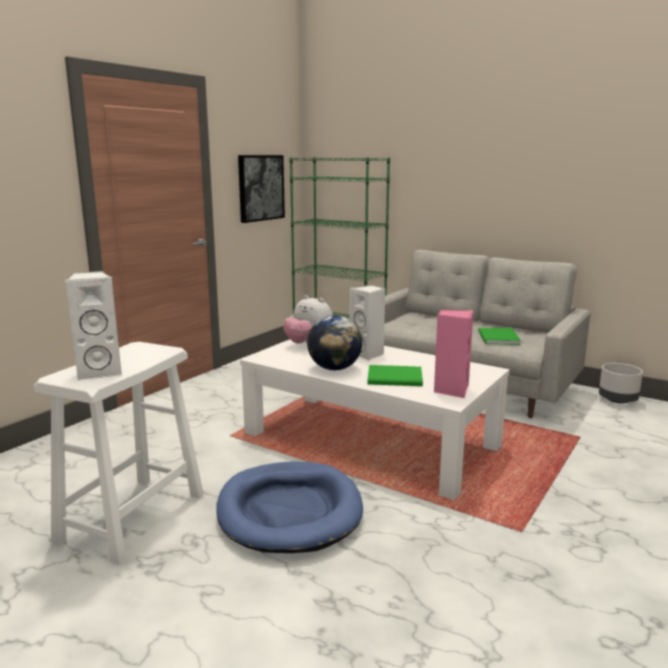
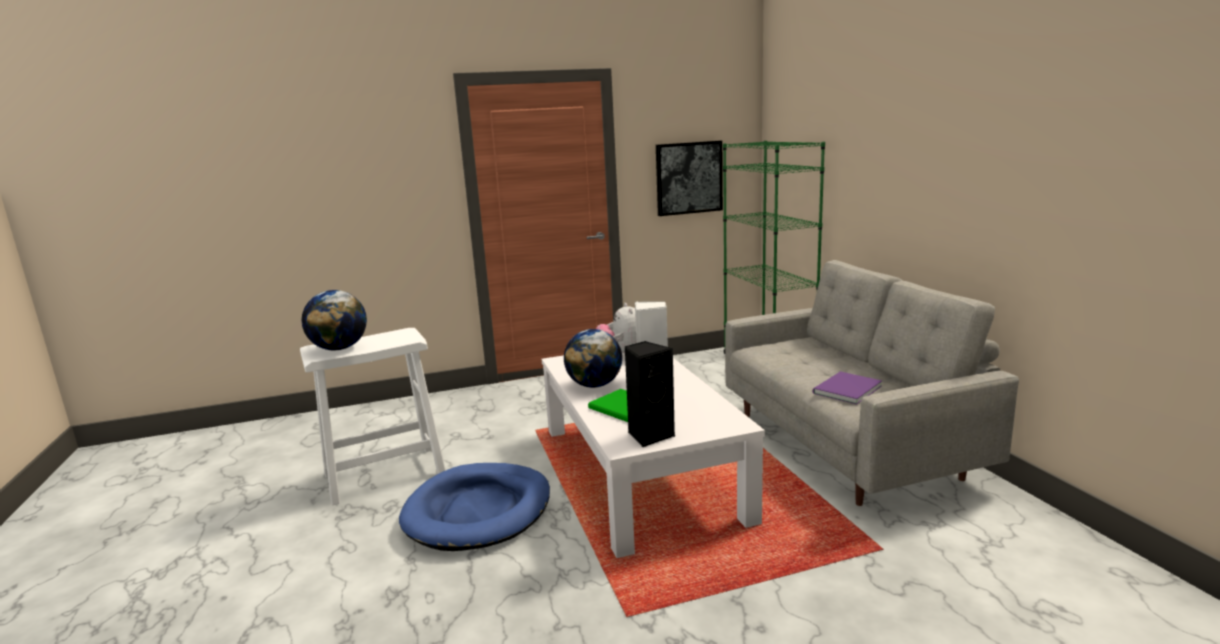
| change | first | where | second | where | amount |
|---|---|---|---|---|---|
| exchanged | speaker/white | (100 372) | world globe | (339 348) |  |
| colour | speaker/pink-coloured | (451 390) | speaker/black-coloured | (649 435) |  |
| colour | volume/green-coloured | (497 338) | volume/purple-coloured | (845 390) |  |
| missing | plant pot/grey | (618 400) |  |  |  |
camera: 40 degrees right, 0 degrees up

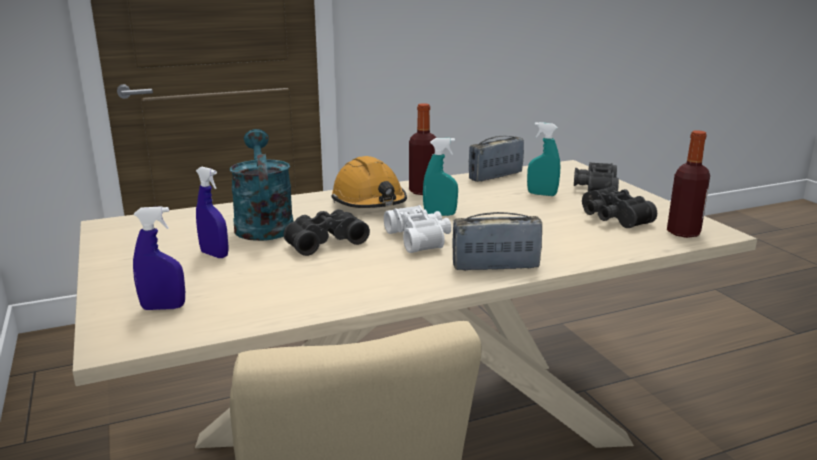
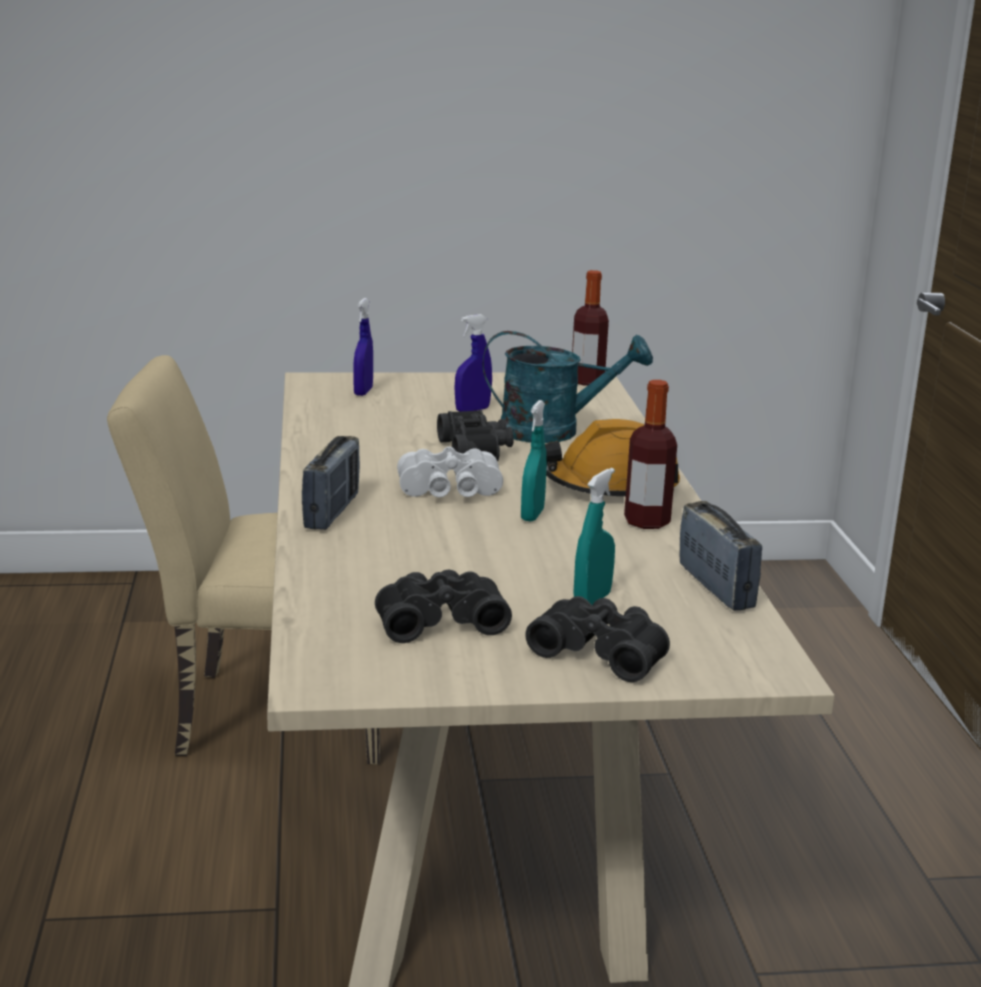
| change | first | where | second | where | amount |
|---|---|---|---|---|---|
| relocated | beverage bottle | (683 232) |  | (587 381) |  |
camera: 105 degrees right, 0 degrees up

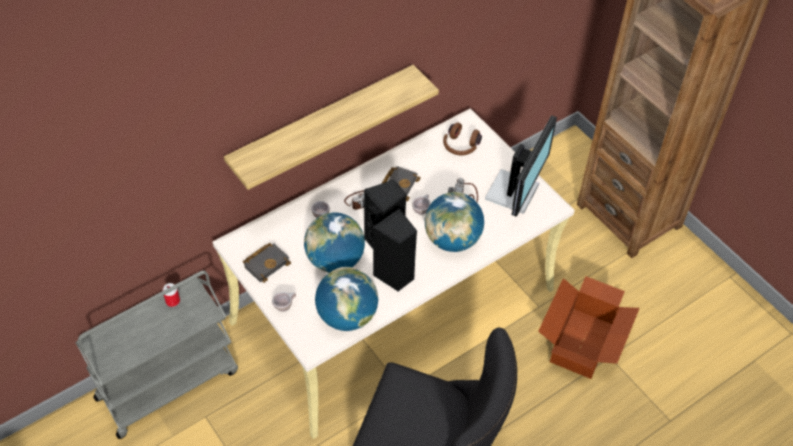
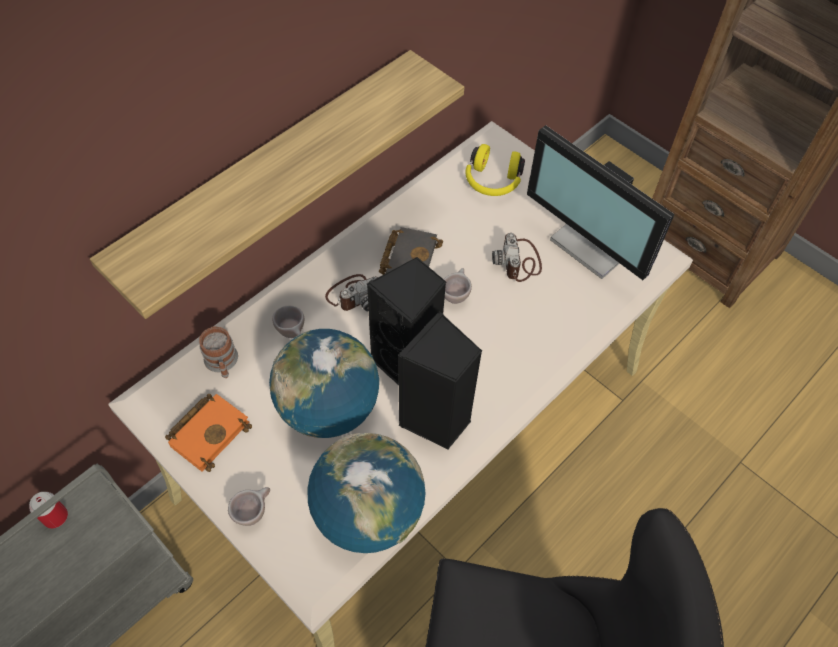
| change | first | where | second | where | amount |
|---|---|---|---|---|---|
| colour | volume/black-coloured | (267 263) | volume/orange-coloured | (209 431) |  |
| missing | world globe | (452 240) |  |  |  |
| colour | headphones/brownish | (460 146) | headphones/yellow-coloured | (492 181) |  |
| spun | computer screen | (514 192) |  | (595 243) | 120 degrees clockwise |
| missing | packing box | (583 343) |  |  |  |
| appeared |  |  | mug | (222 363) |  |
camera: 10 degrees left, 5 degrees up

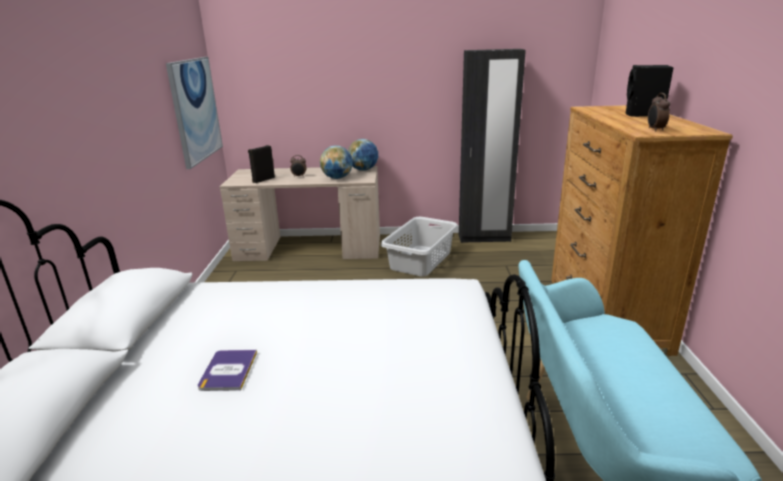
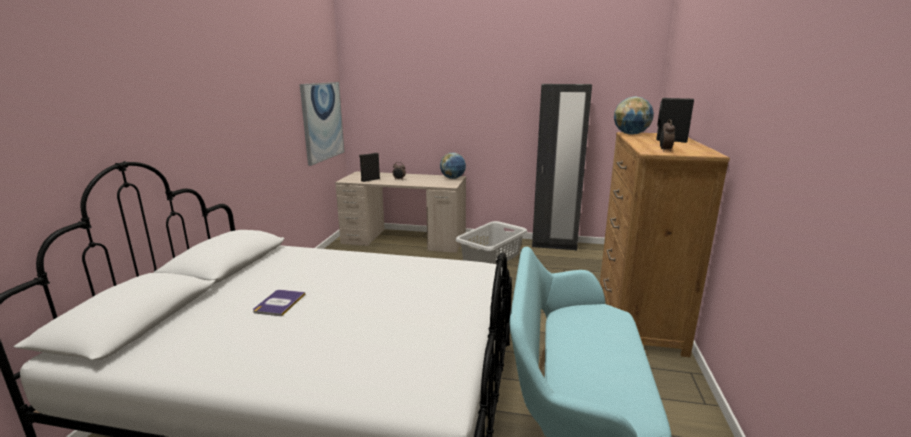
| change | first | where | second | where | amount |
|---|---|---|---|---|---|
| relocated | world globe | (337 178) |  | (631 134) |  |
camera: 10 degrees right, 5 degrees down

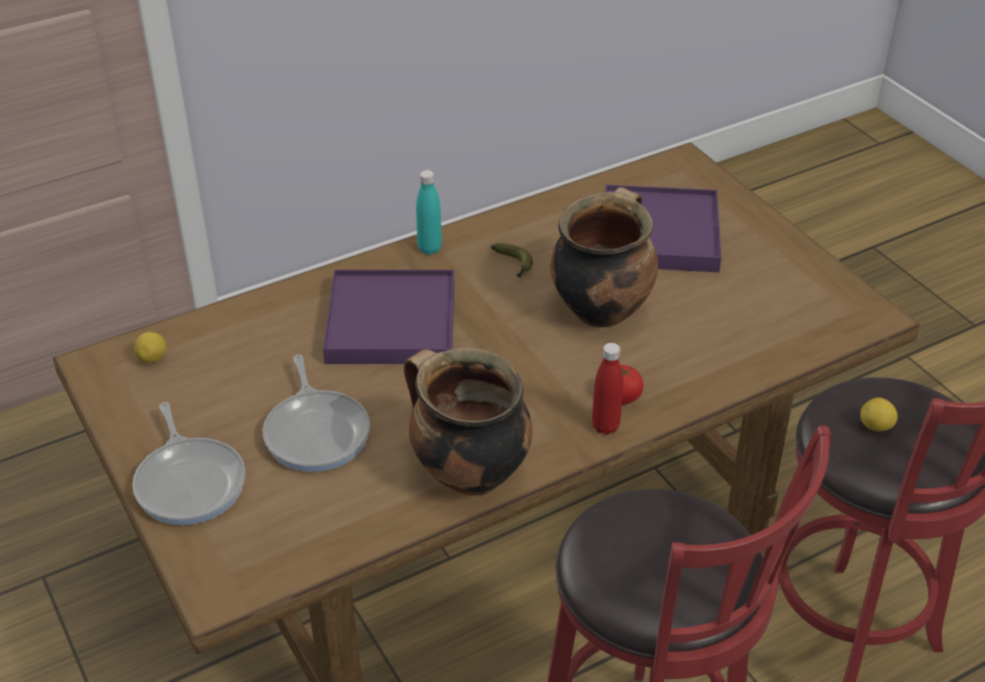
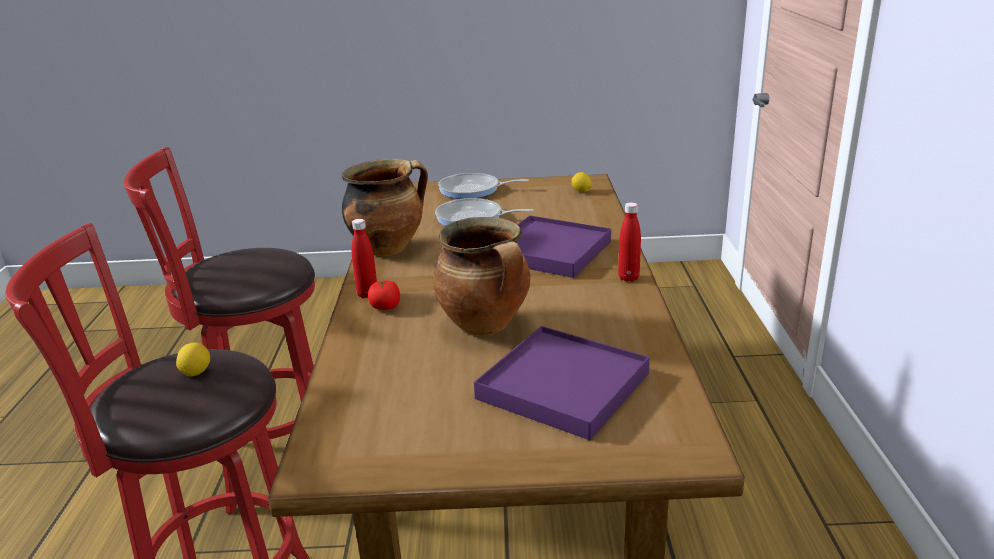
| change | first | where | second | where | amount |
|---|---|---|---|---|---|
| colour | beverage bottle/turquoise | (429 249) | beverage bottle/reddish | (628 278) |  |
| missing | whole banana | (514 265) |  |  |  |
camera: 120 degrees right, 15 degrees down

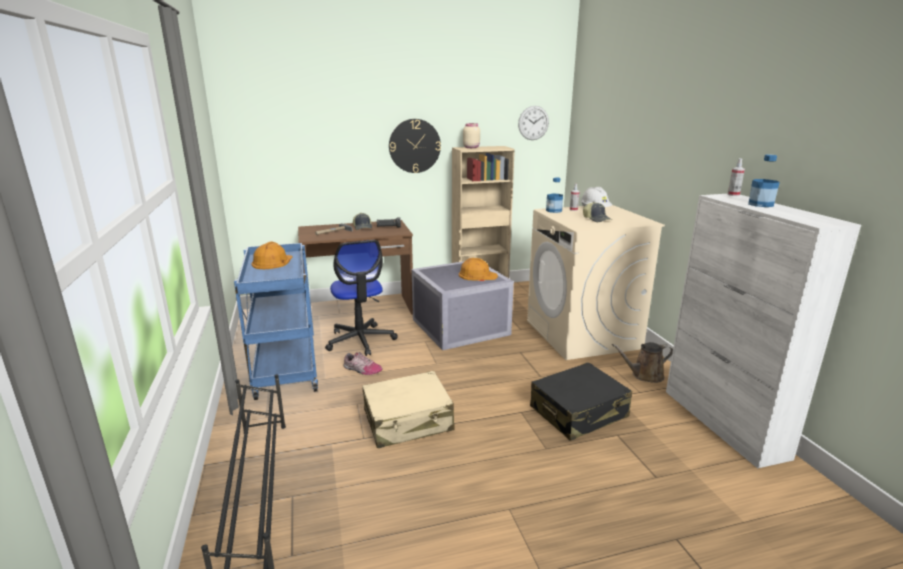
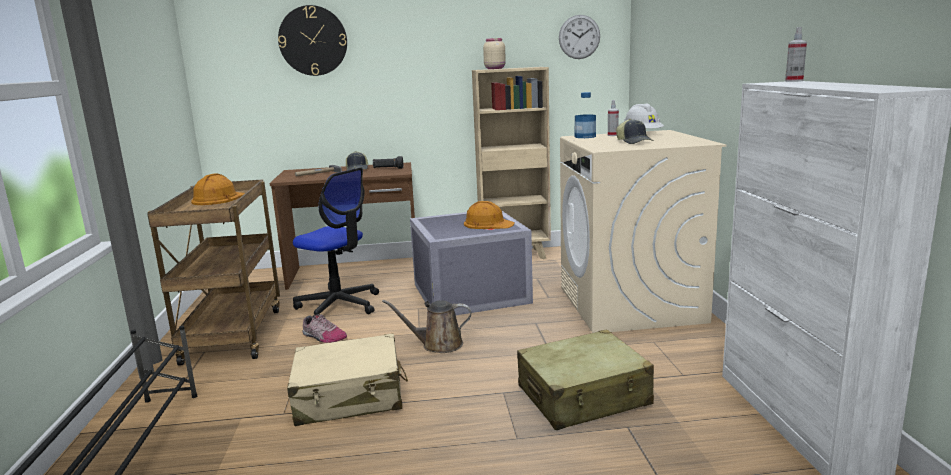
| change | first | where | second | where | amount |
|---|---|---|---|---|---|
| colour | trolley/bluish | (285 369) | trolley/brownish | (233 334) |  |
| spun | desk chair | (360 340) |  | (339 306) | 45 degrees counterclockwise |
| relocated | clock on the wall | (414 146) |  | (313 41) |  |
| colour | travel case/black-coloured | (579 412) | travel case/beige | (584 396) |  |
| relocated | watering can/brownish | (644 375) |  | (438 345) |  |
| missing | beverage bottle | (760 204) |  |  |  |
camera: 10 degrees right, 5 degrees down

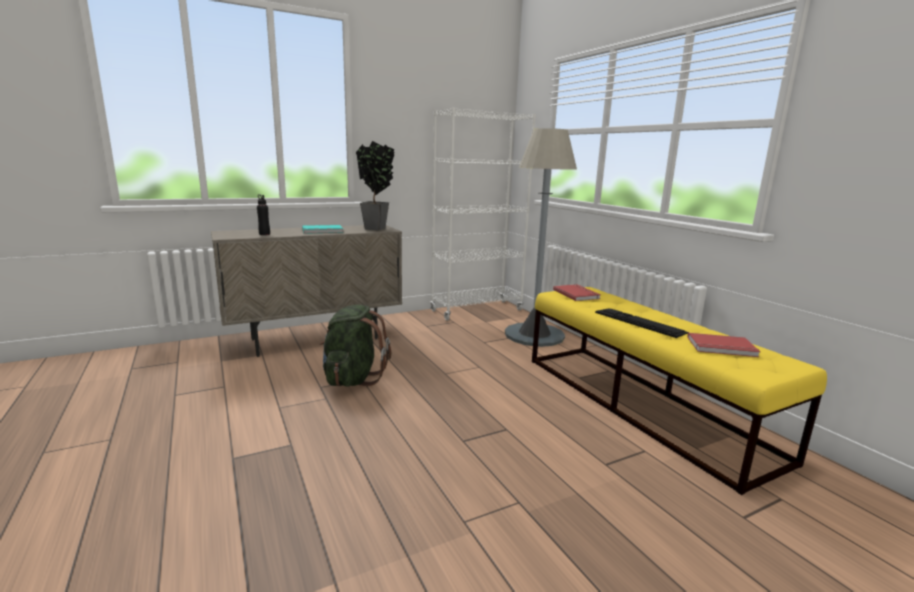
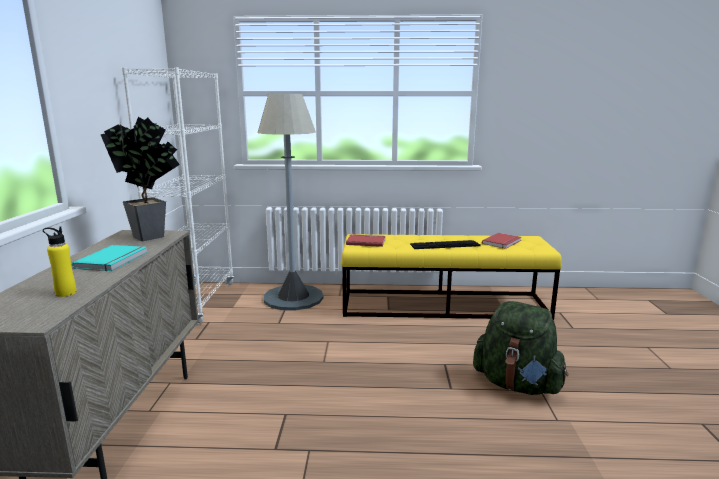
| change | first | where | second | where | amount |
|---|---|---|---|---|---|
| colour | beverage bottle/black-coloured | (264 234) | beverage bottle/yellow-coloured | (66 293) |  |
| relocated | knapsack/green-coloured | (352 378) |  | (517 384) |  |
camera: 60 degrees left, 0 degrees up

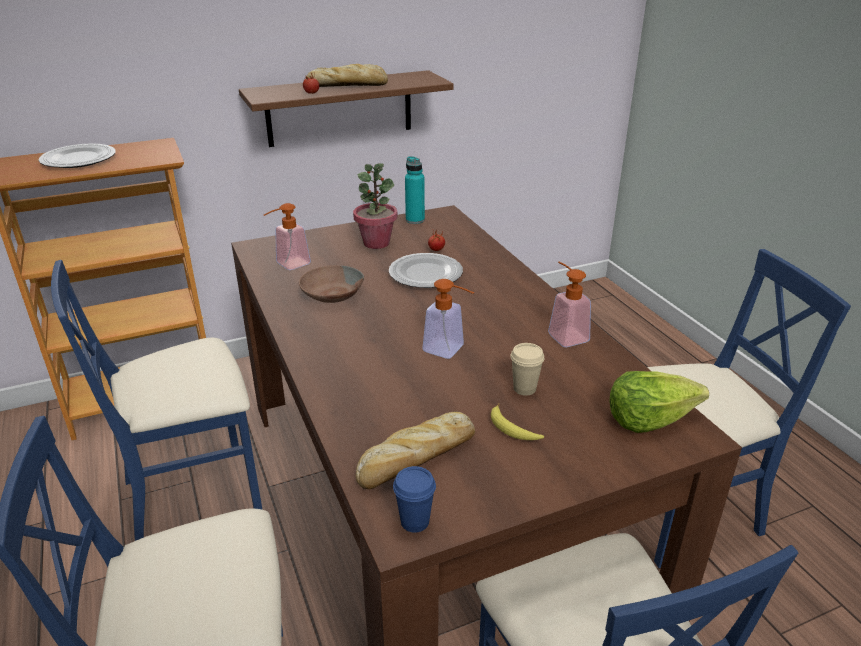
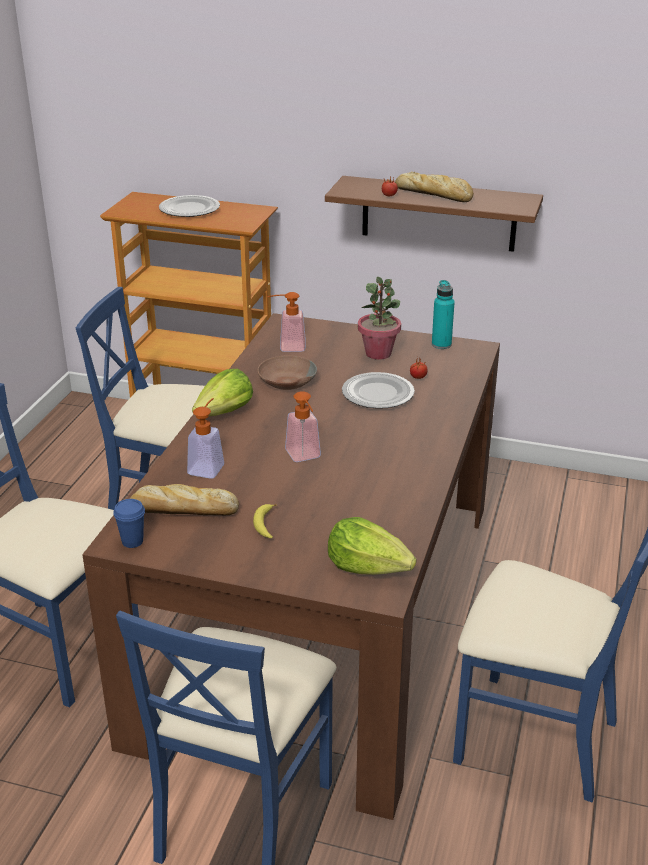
| change | first | where | second | where | amount |
|---|---|---|---|---|---|
| missing | drinking cup/beige | (524 388) |  |  |  |
| relocated | soap bottle | (564 334) |  | (208 466) |  |
| appeared |  |  | lettuce | (225 413) |  |
camera: 40 degrees right, 0 degrees up

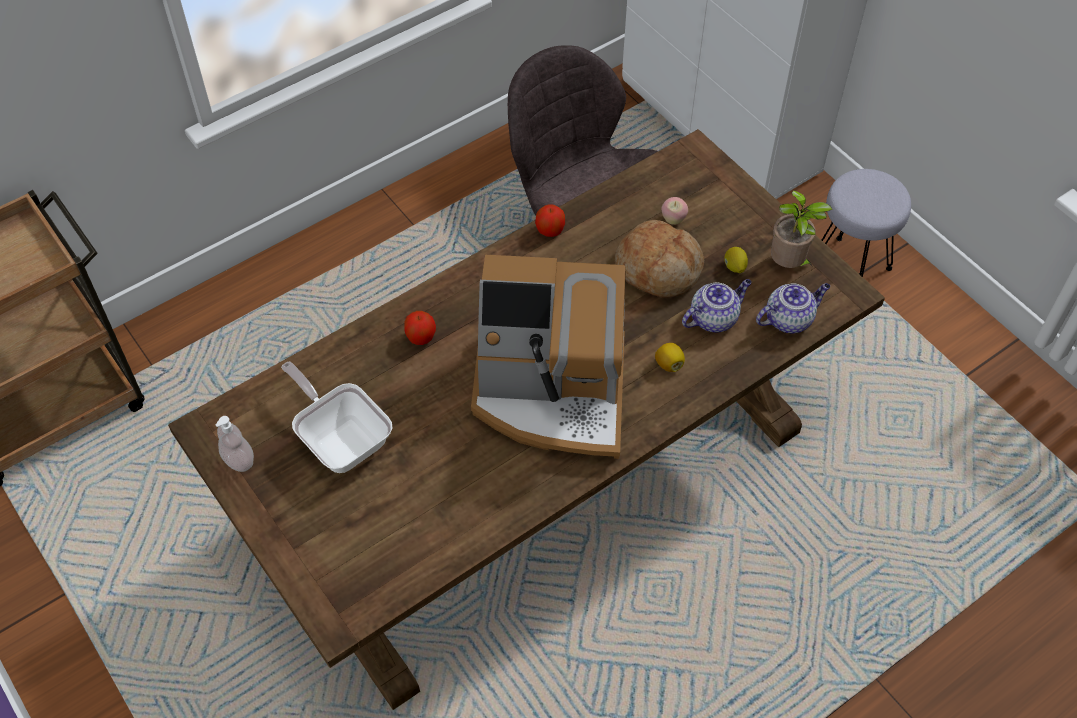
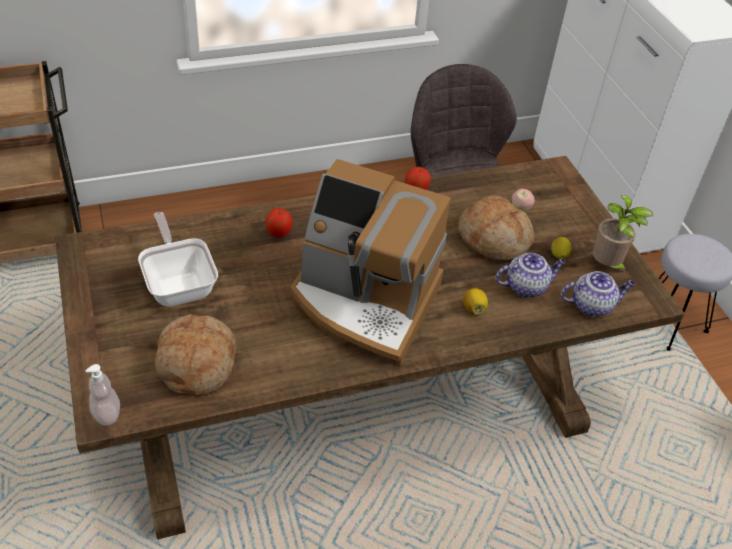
| change | first | where | second | where | amount |
|---|---|---|---|---|---|
| relocated | soap bottle | (239 460) |  | (107 414) |  |
| appeared |  |  | bakery bread | (196 364) |  |
camera: 15 degrees right, 10 degrees down

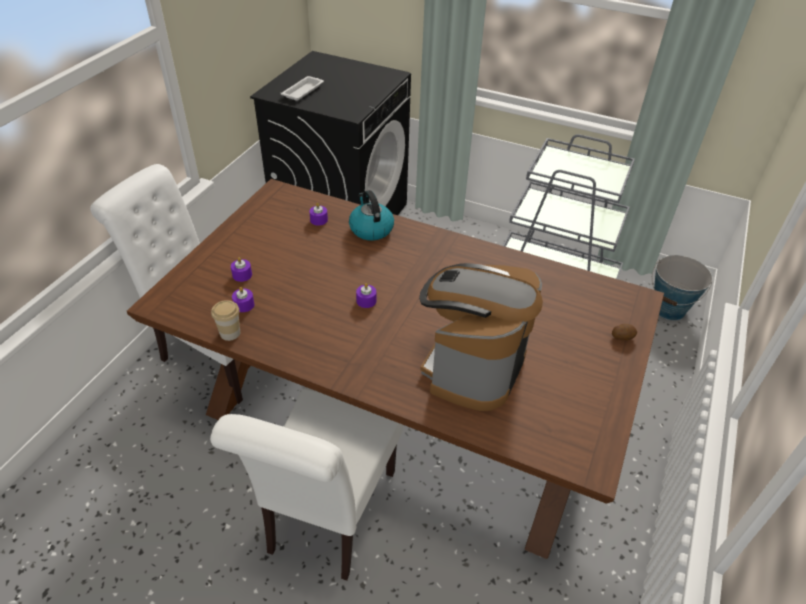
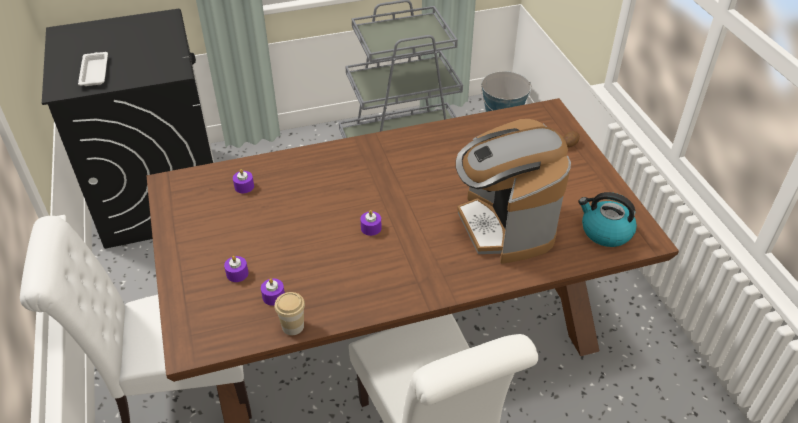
| change | first | where | second | where | amount |
|---|---|---|---|---|---|
| relocated | tea kettle | (370 229) |  | (605 232) |  |
camera: 40 degrees left, 0 degrees up

